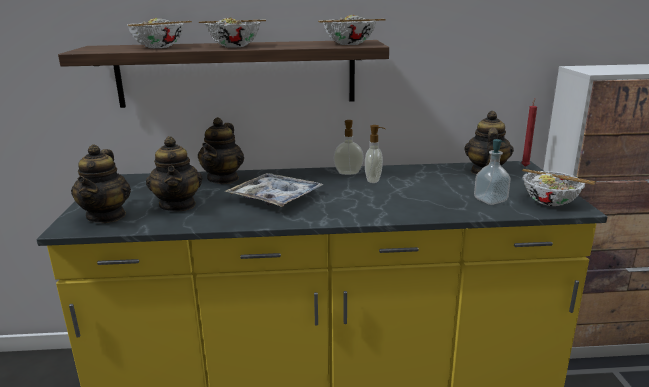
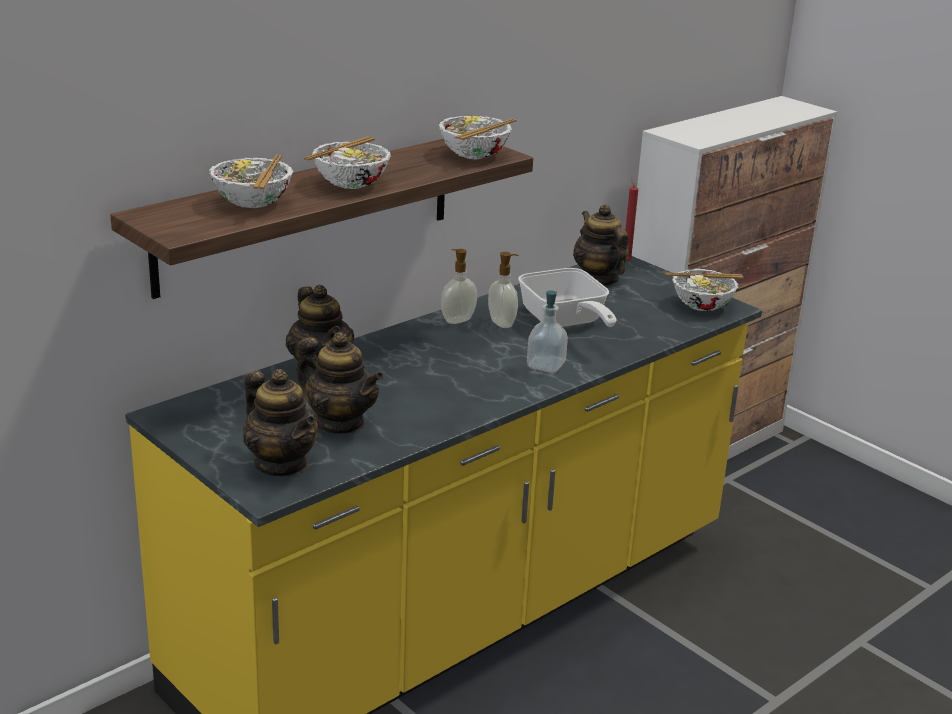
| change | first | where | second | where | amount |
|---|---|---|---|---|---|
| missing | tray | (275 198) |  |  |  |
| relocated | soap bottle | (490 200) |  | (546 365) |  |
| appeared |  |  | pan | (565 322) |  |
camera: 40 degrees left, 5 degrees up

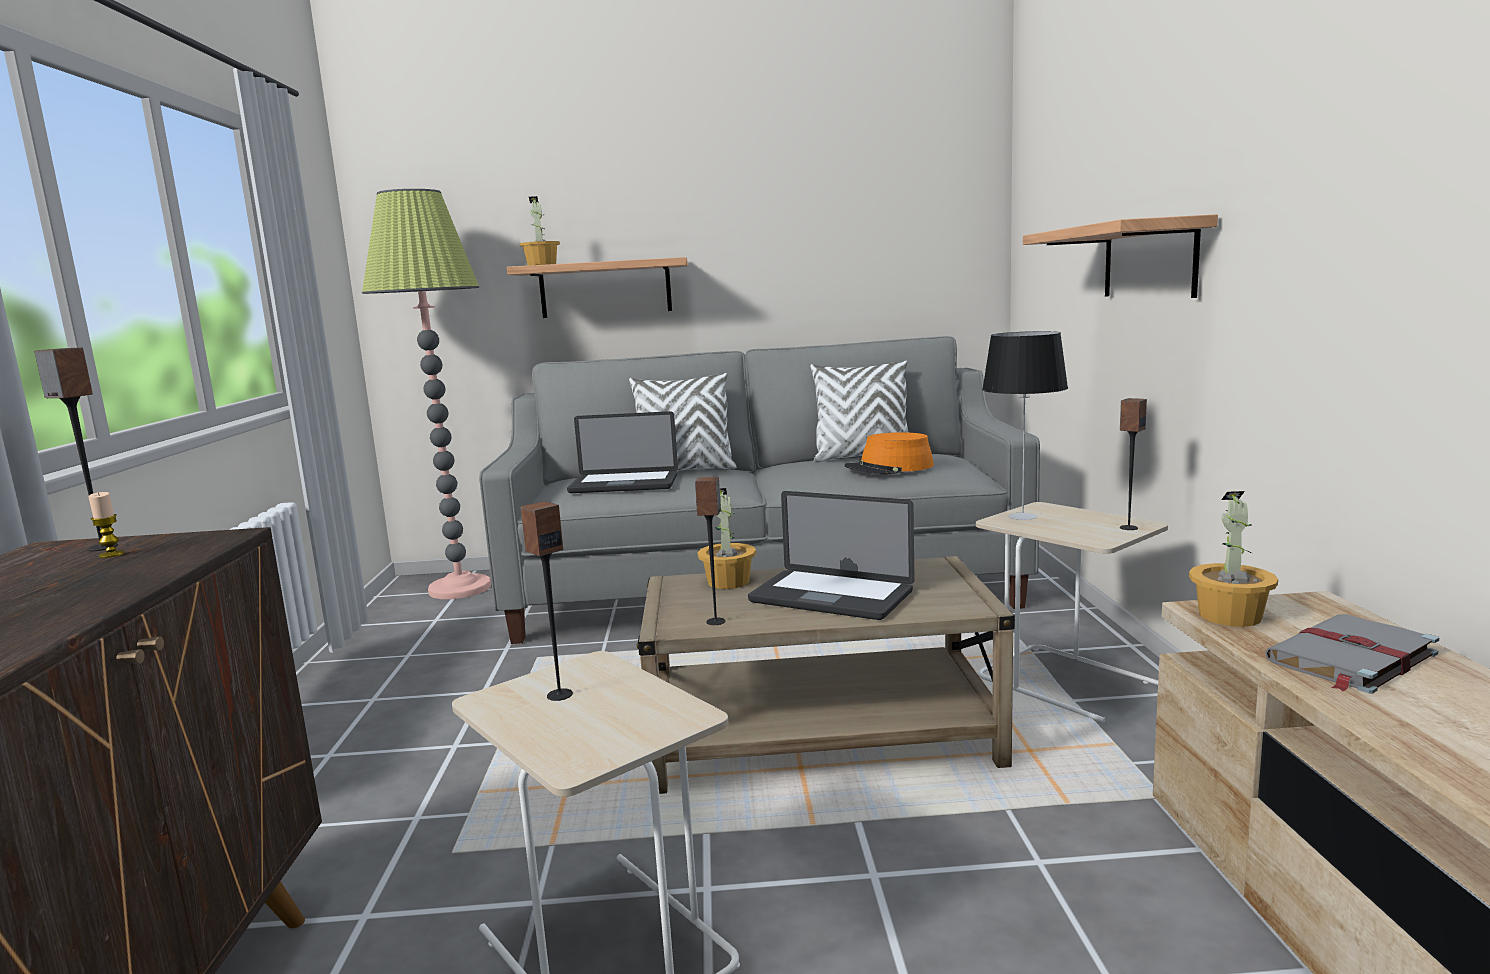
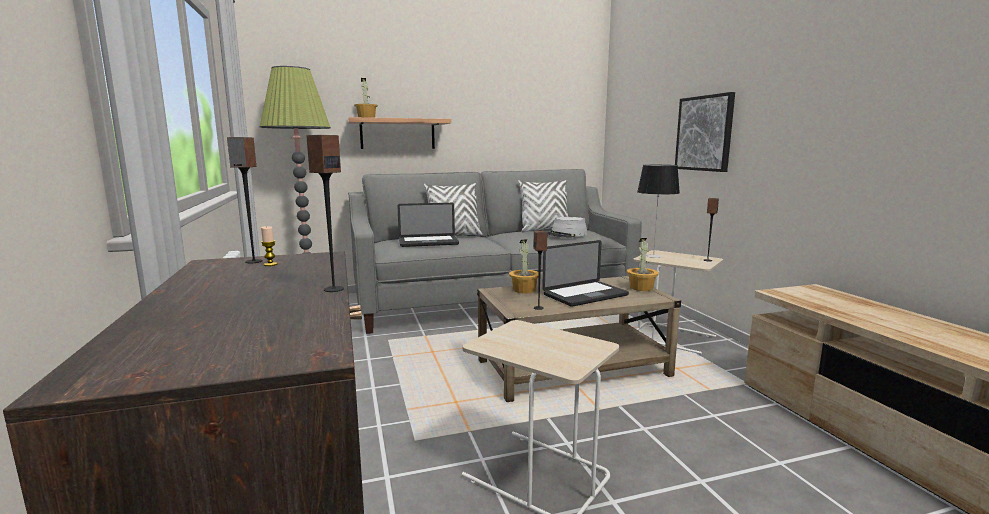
| change | first | where | second | where | amount |
|---|---|---|---|---|---|
| relocated | speaker | (559 695) |  | (333 289) |  |
| spun | portable computer | (831 597) |  | (585 295) | 45 degrees counterclockwise |
| colour | clothing hat/orange-coloured | (889 468) | clothing hat/grey | (565 234) |  |
| exchanged | shelf | (1149 260) | picture | (704 133) |  |
| relocated | potted plant | (1230 616) |  | (641 288) |  |
| missing | volume/grey | (1350 658) |  |  |  |
camera: 15 degrees left, 0 degrees up

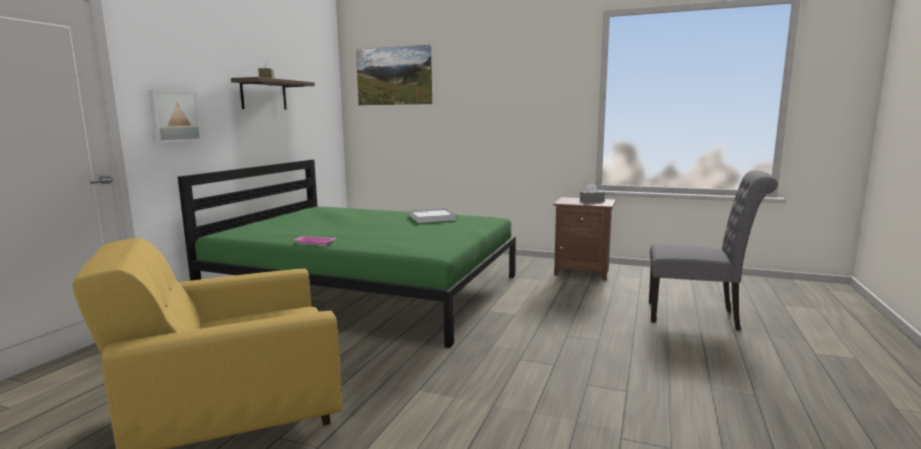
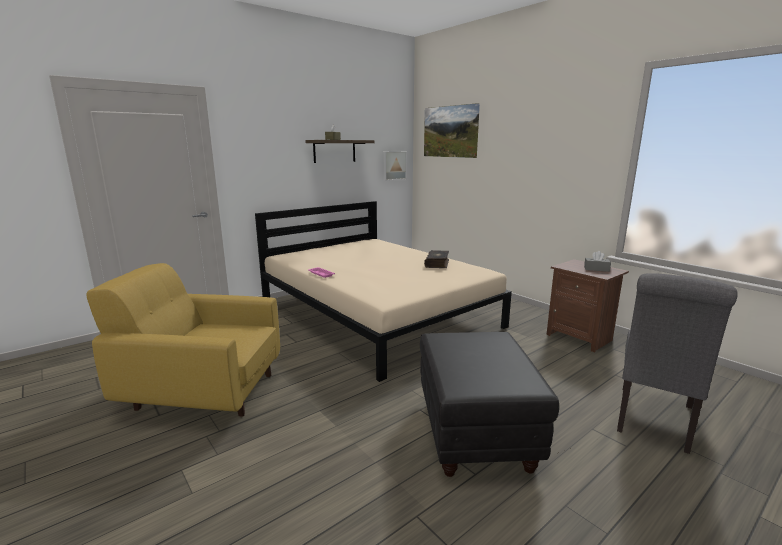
| change | first | where | second | where | amount |
|---|---|---|---|---|---|
| relocated | picture | (174 116) |  | (394 165) |  |
| colour | bed/green-coloured | (367 289) | bed/beige | (377 313) |  |
| exchanged | tray/white | (432 218) | volume | (437 263) |  |
| spun | chair/grey | (698 316) |  | (653 421) | 75 degrees clockwise |
| appeared |  |  | pouffe/black-coloured | (476 433) |  |
camera: 30 degrees right, 5 degrees up

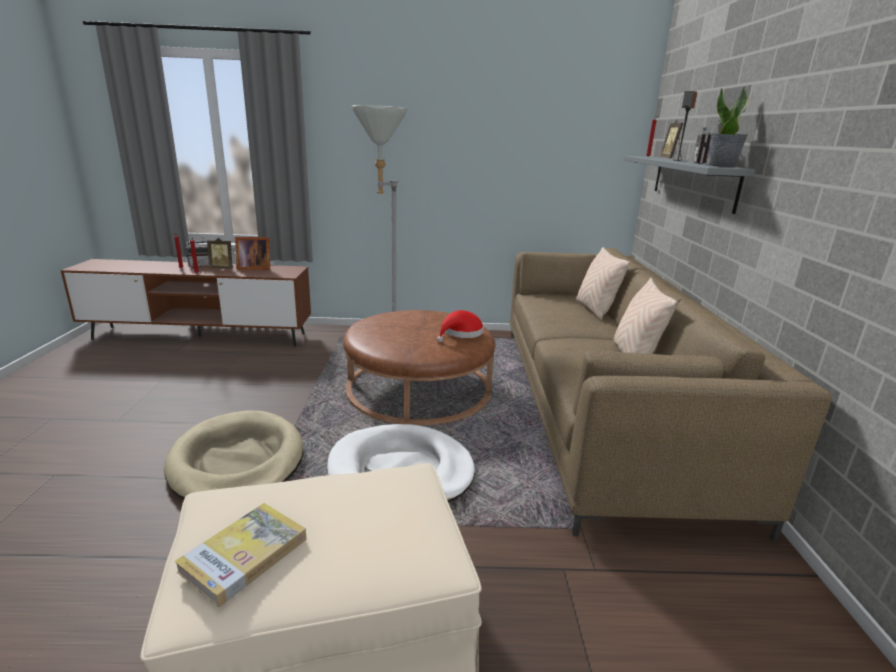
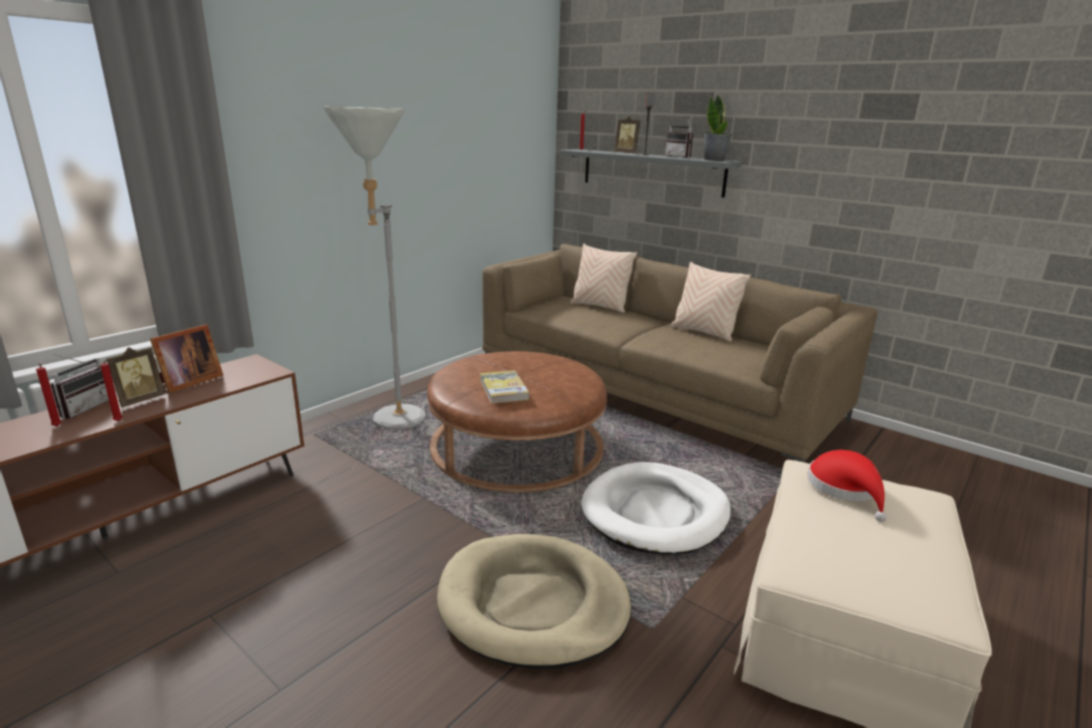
| change | first | where | second | where | amount |
|---|---|---|---|---|---|
| relocated | volume | (244 555) |  | (503 389) |  |
| relocated | clothing hat/reddish | (461 333) |  | (845 489) |  |
camera: 50 degrees left, 0 degrees up

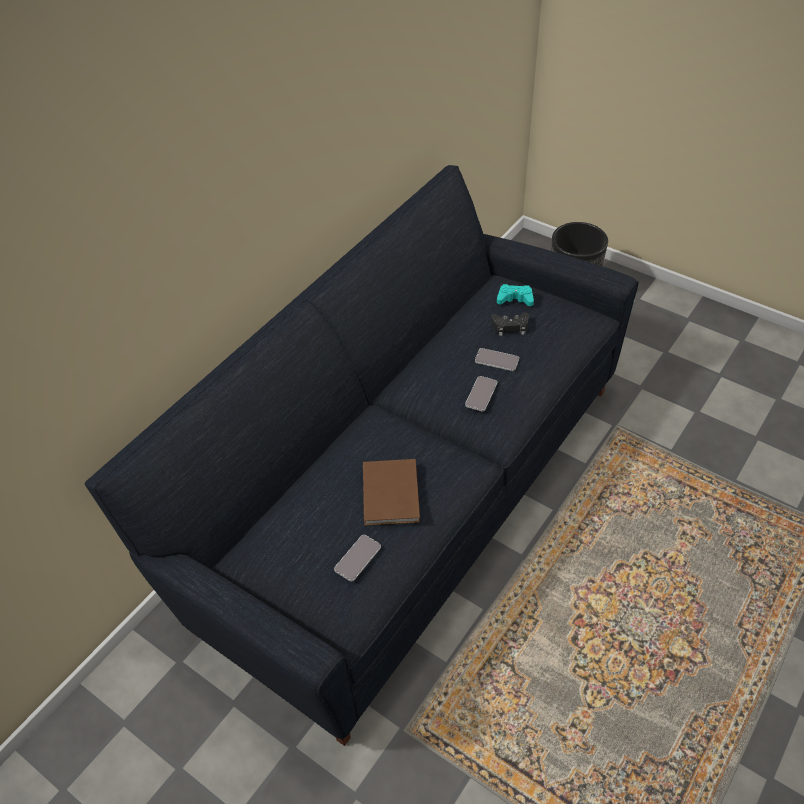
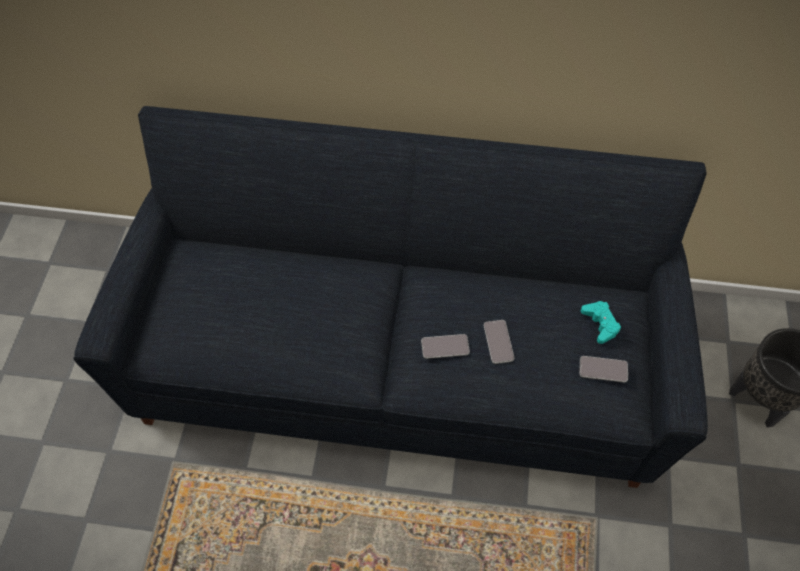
| change | first | where | second | where | amount |
|---|---|---|---|---|---|
| relocated | phone | (358 558) |  | (603 369) |  |
| missing | volume/brownish | (389 496) |  |  |  |
| missing | joypad/black-coloured | (510 327) |  |  |  |
camera: 60 degrees right, 10 degrees up

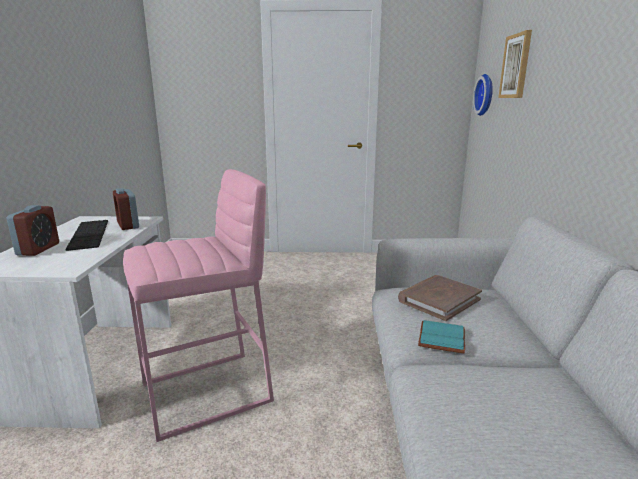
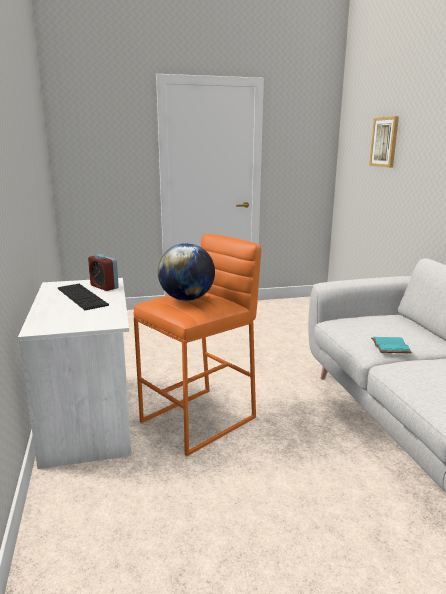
| change | first | where | second | where | amount |
|---|---|---|---|---|---|
| missing | table clock | (38 249) |  |  |  |
| colour | stool/pink-coloured | (208 392) | stool/orange-coloured | (200 419) |  |
| missing | volume/brownish | (439 300) |  |  |  |
| missing | clock on the wall | (486 95) |  |  |  |
| appeared |  |  | world globe | (187 299) |  |
camera: 15 degrees left, 0 degrees up

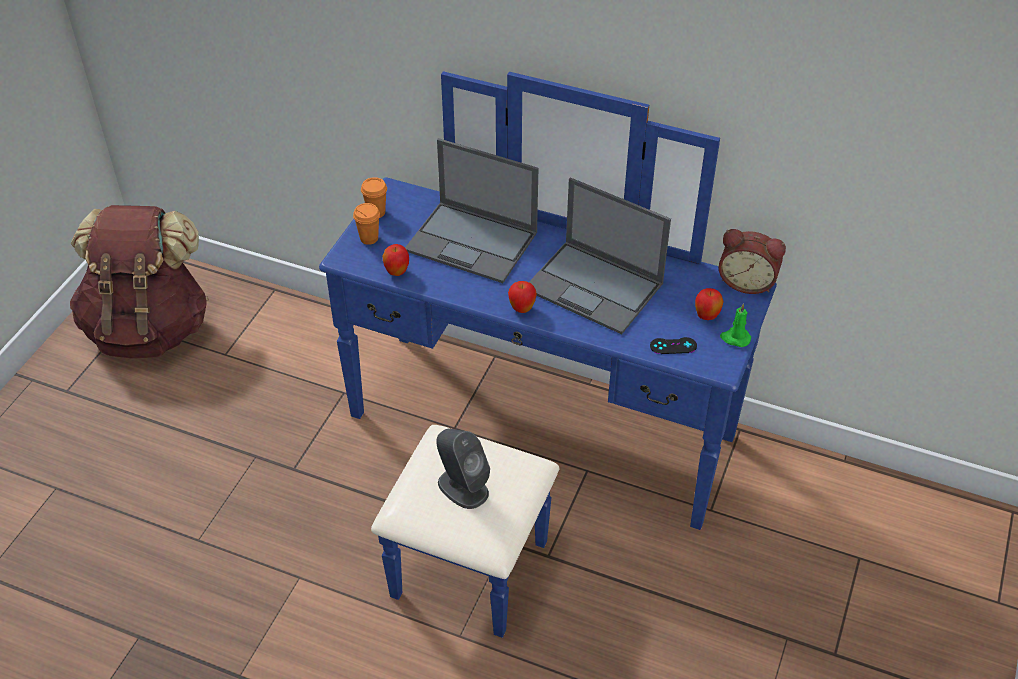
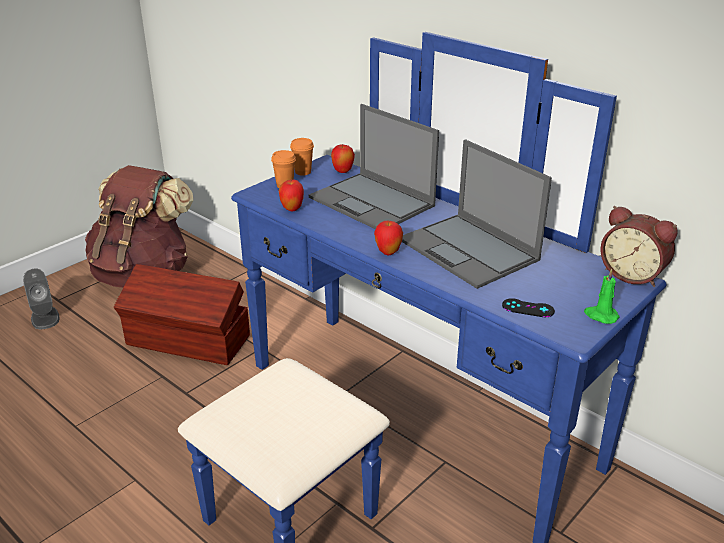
| change | first | where | second | where | amount |
|---|---|---|---|---|---|
| relocated | speaker/grey | (462 487) |  | (45 318) |  |
| relocated | apple fruit | (706 316) |  | (343 171) |  |
| appeared |  |  | storage box/brownish | (188 341) |  |
camera: 20 degrees right, 15 degrees down

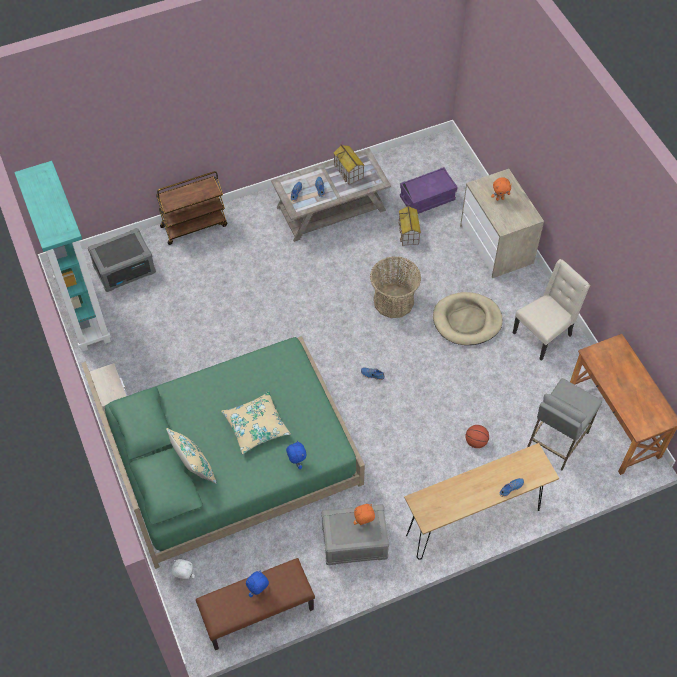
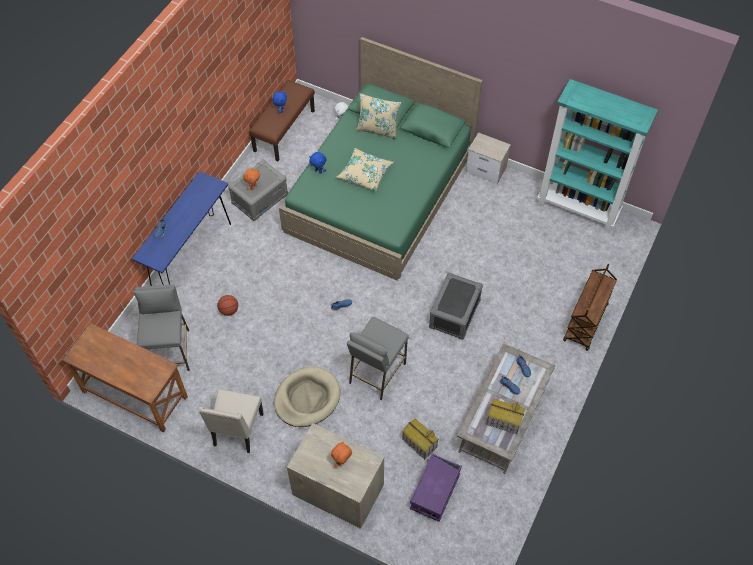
| change | first | where | second | where | amount |
|---|---|---|---|---|---|
| relocated | storage box/grey | (124 269) |  | (454 314) |  |
| exchanged | storage basket | (393 301) | stool/grey | (377 373) |  |
| colour | console table/brownish | (473 522) | console table/bluish | (192 259) |  |
camera: 140 degrees right, 0 degrees up

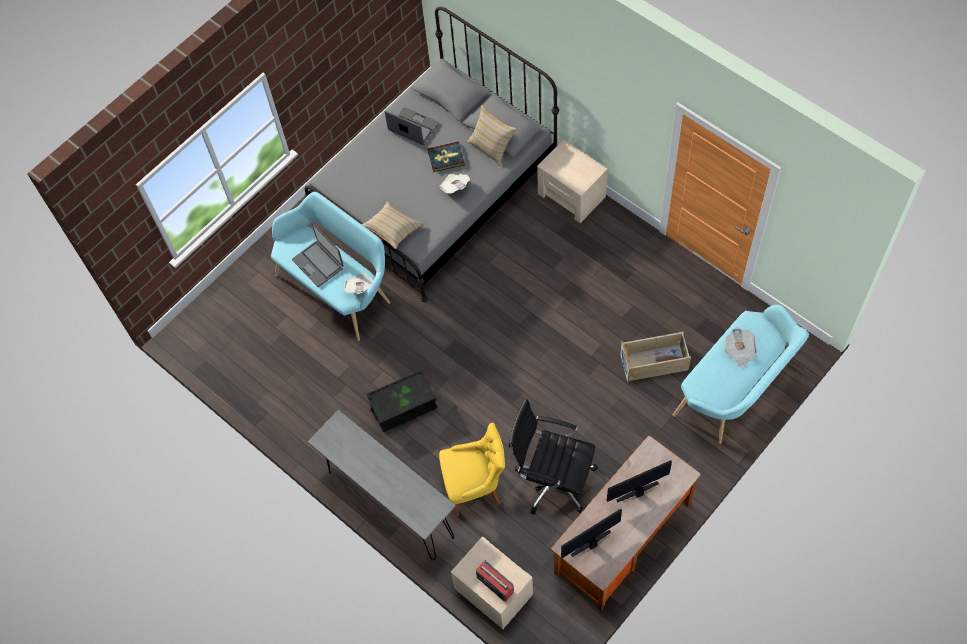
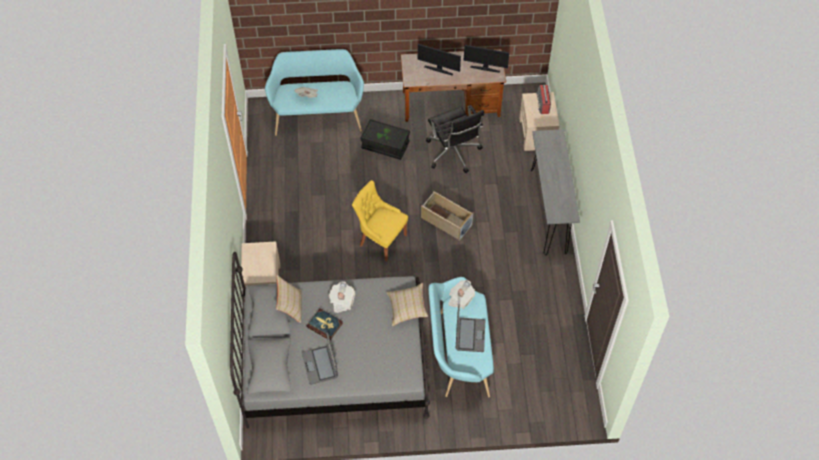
| change | first | where | second | where | amount |
|---|---|---|---|---|---|
| relocated | storage box/black-coloured | (403 406) |  | (385 145) |  |
| relocated | chair/yellow-coloured | (475 486) |  | (381 239) |  |
| relocated | storage box/beige | (654 362) |  | (445 221) |  |
camera: 140 degrees left, 5 degrees down

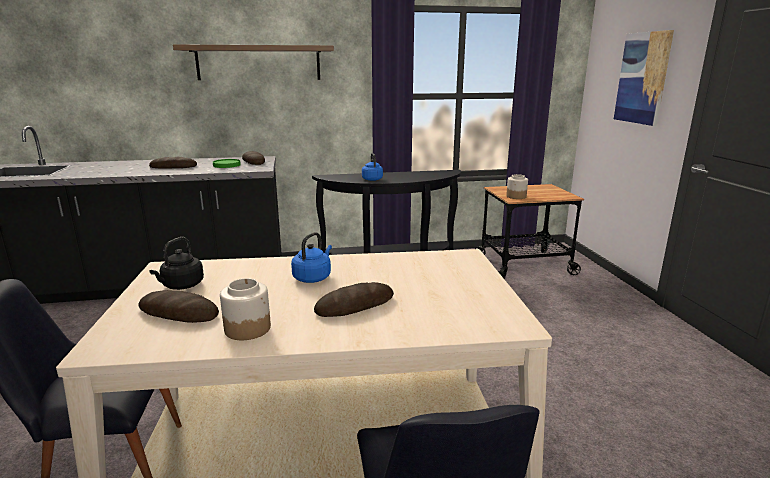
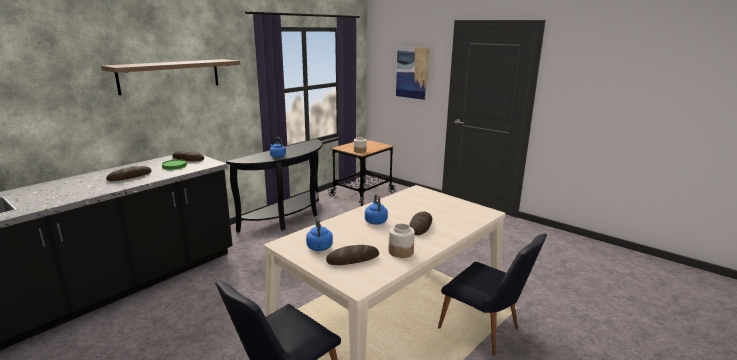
| change | first | where | second | where | amount |
|---|---|---|---|---|---|
| colour | tea kettle/black-coloured | (181 286) | tea kettle/bluish | (319 248) |  |
camera: 40 degrees left, 0 degrees up

